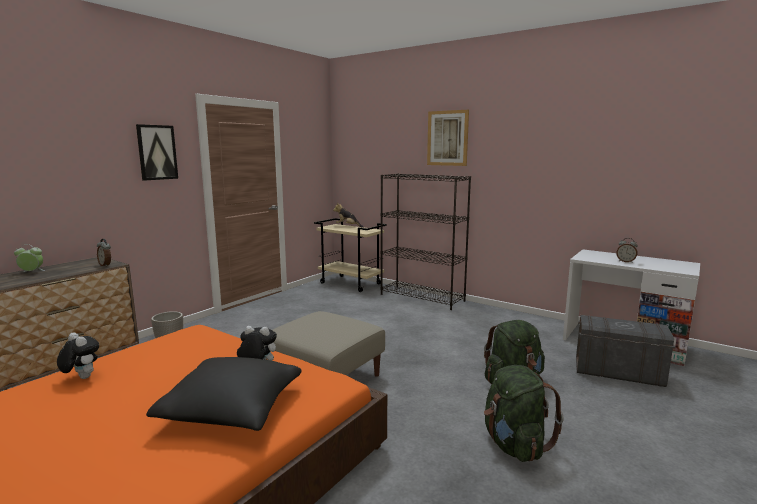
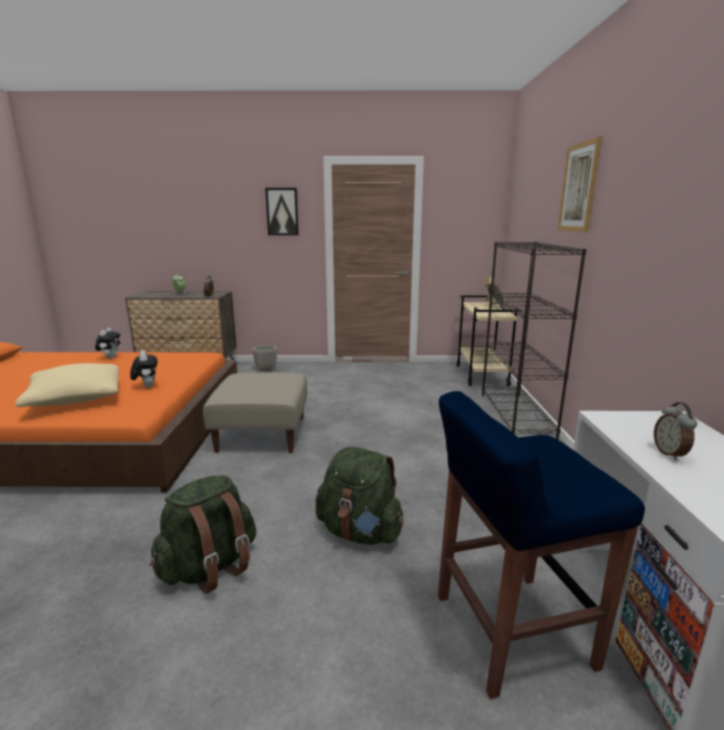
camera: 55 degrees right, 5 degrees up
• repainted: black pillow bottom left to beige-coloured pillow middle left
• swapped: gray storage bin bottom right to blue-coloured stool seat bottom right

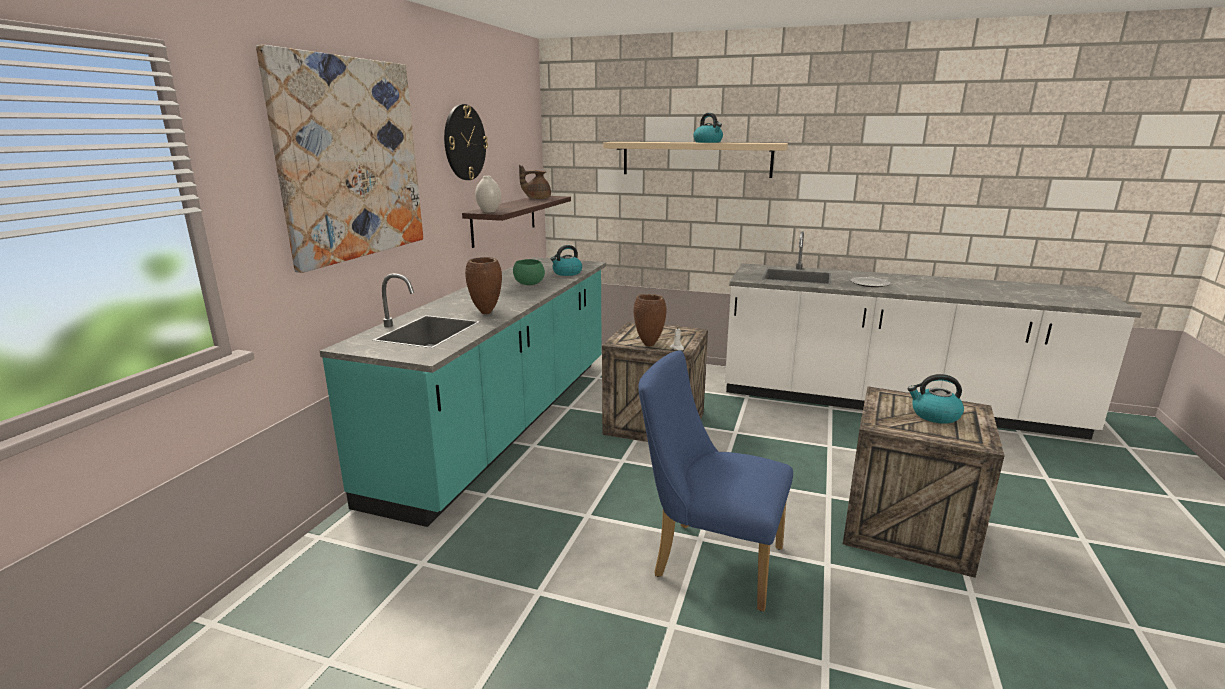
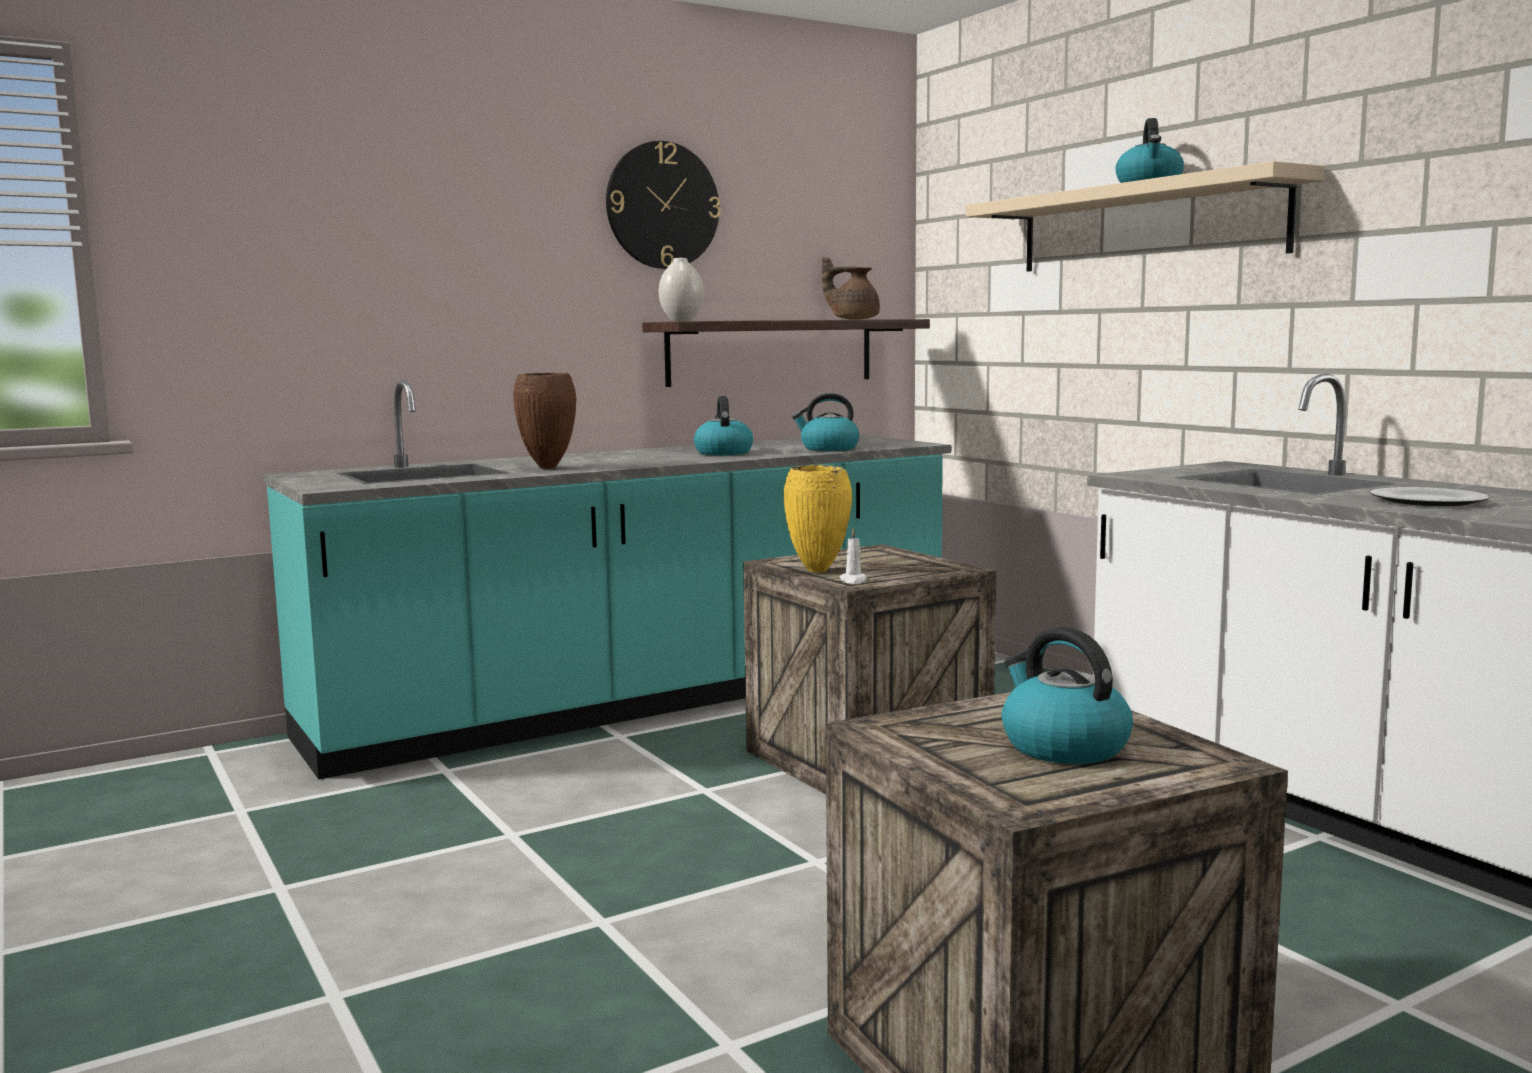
camera: 40 degrees right, 10 degrees down
• gone: wall picture top left
• swapped: green serving bowl centre to kettle (no. 1 from left) centre
• repainted: brownish vase (no. 2 from left) centre to yellow vase centre
• gone: blue-coloured chair bottom centre

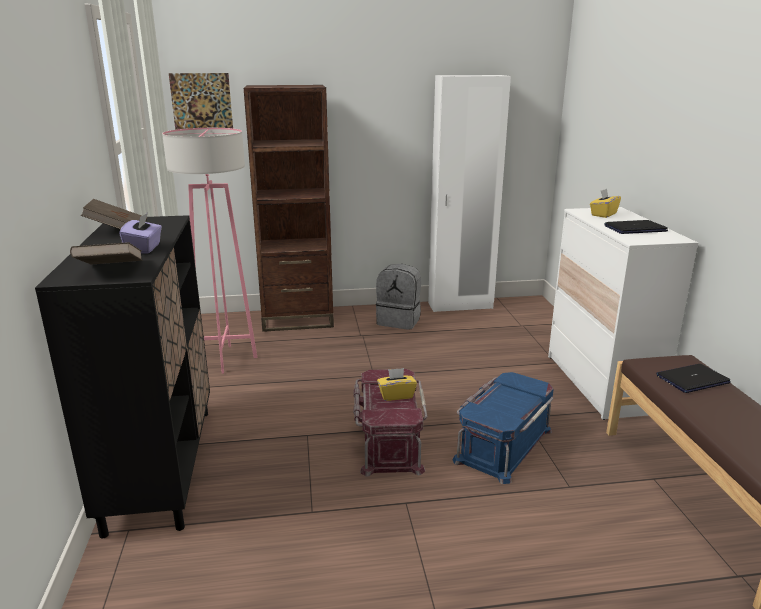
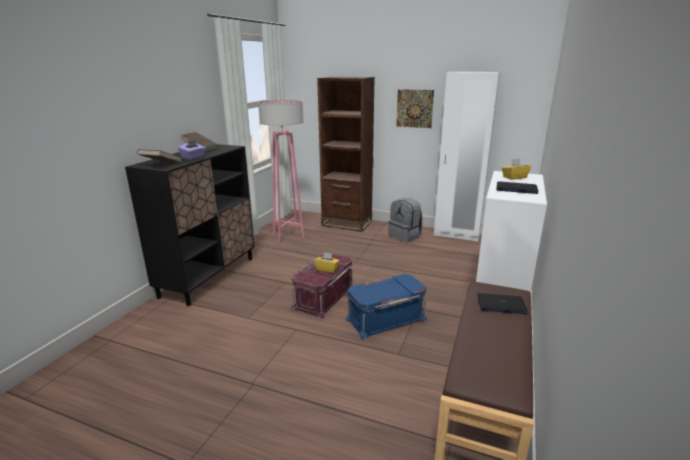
camera: 30 degrees right, 0 degrees up
• shifted: wall picture top left to top centre

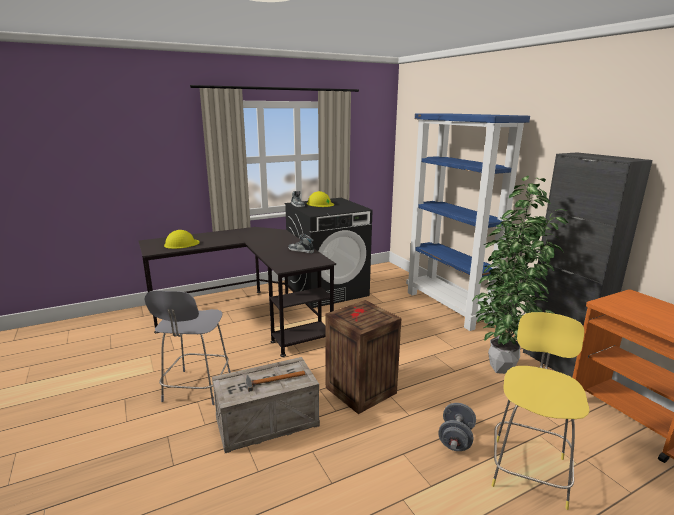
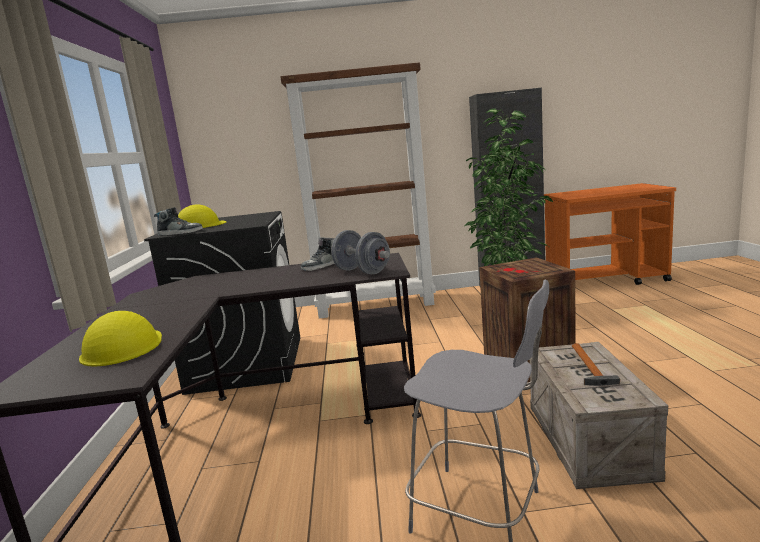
camera: 65 degrees left, 5 degrees down
• repainted: blue-coloured shelving unit middle right to brownish shelving unit centre
• shifted: gray free weight bottom right to centre
• gone: yellow stool seat bottom right

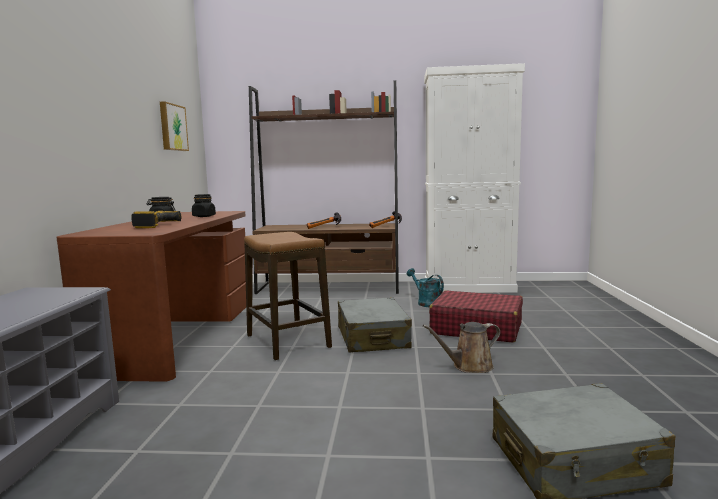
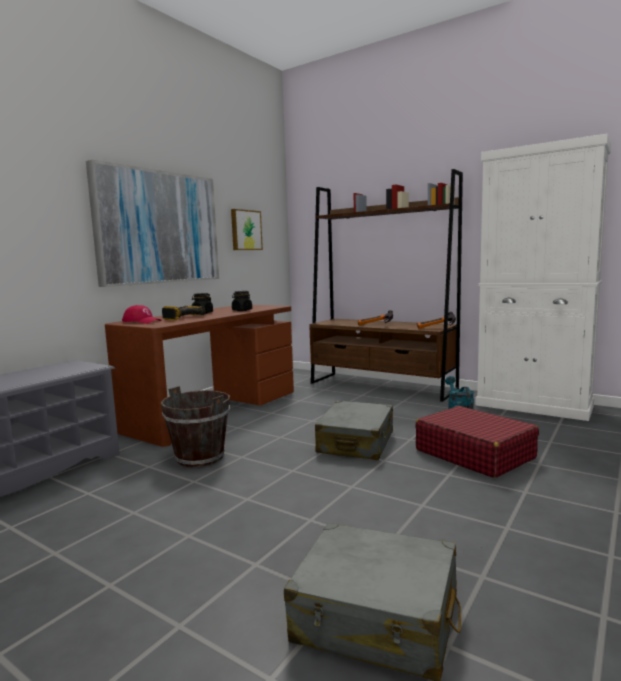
camera: 30 degrees right, 0 degrees up
• gone: stool seat centre
• gone: brownish sprinkling can bottom centre
• new: wall picture (no. 1 from left) top left
• new: reddish cap middle left
• new: brownish pail middle left

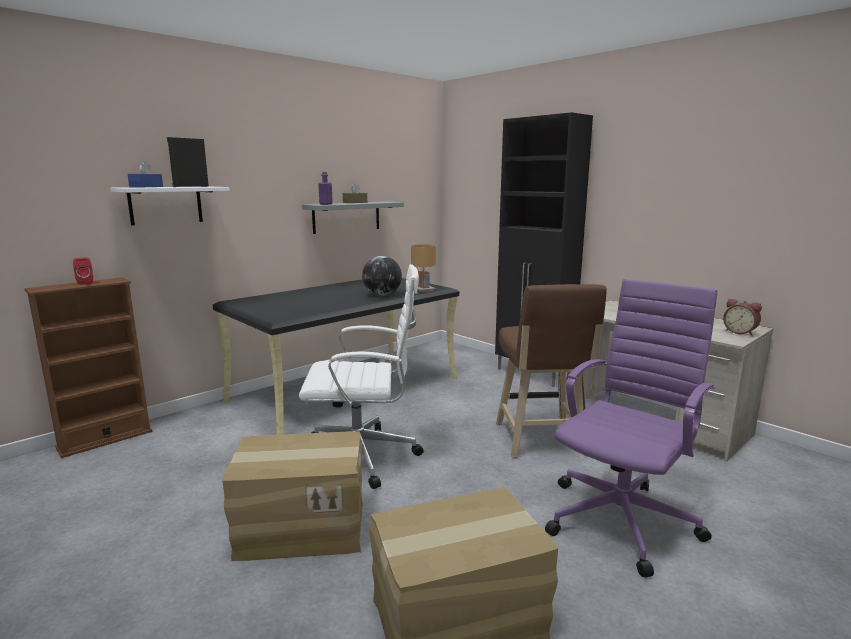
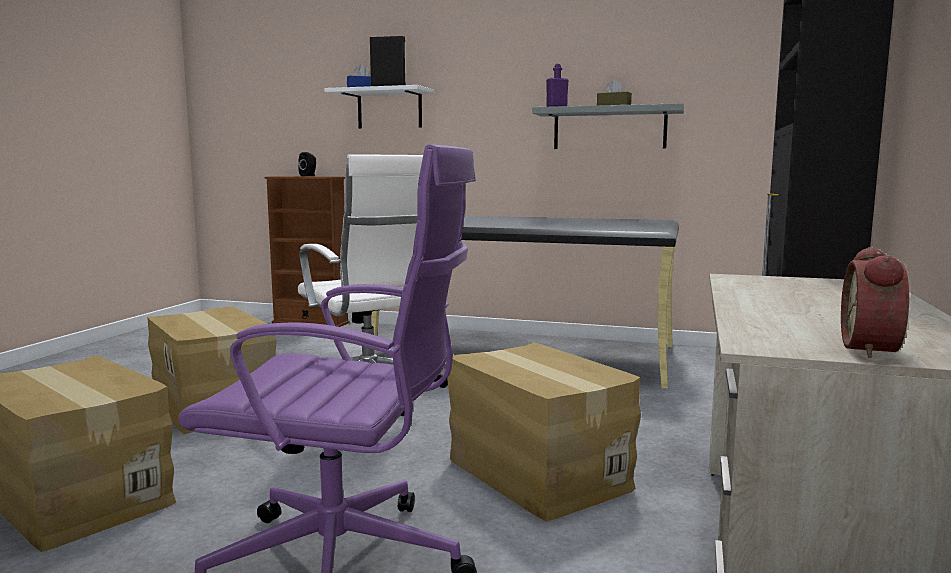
camera: 60 degrees right, 5 degrees down
• repainted: reddish loudspeaker middle left to black loudspeaker (no. 1 from left) top left
• gone: globe centre
• gone: brownish table lamp centre
• swapped: brownish stool seat centre to carton (no. 3 from left) bottom centre

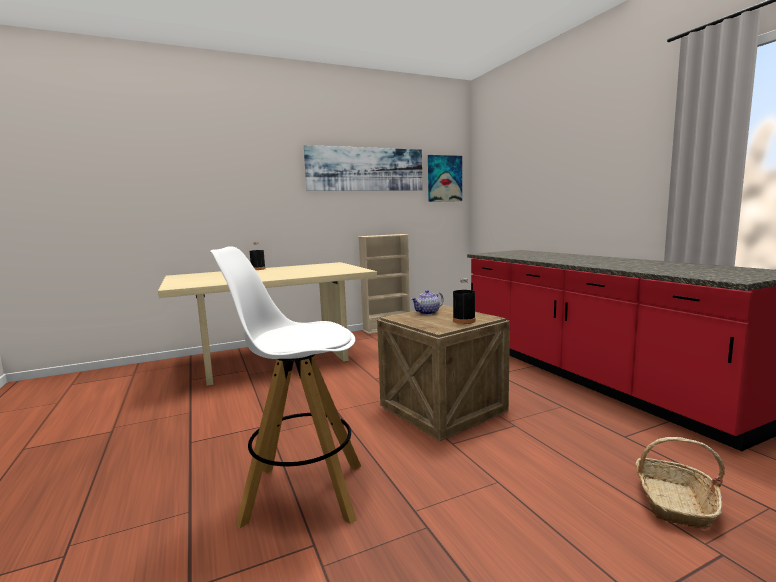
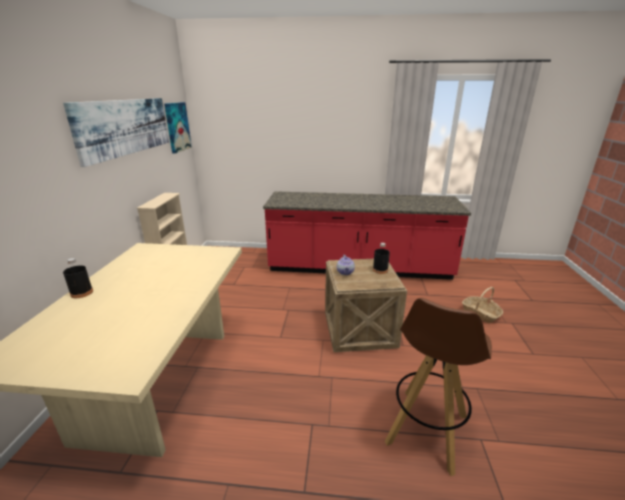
camera: 60 degrees left, 15 degrees up
• repainted: whitish stool seat centre to brownish stool seat bottom right

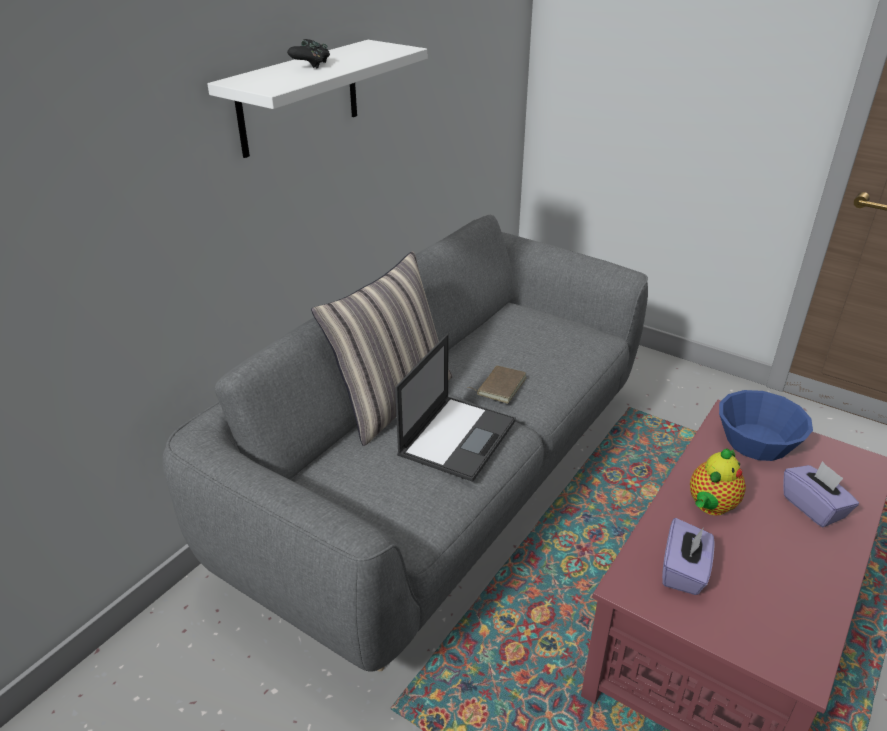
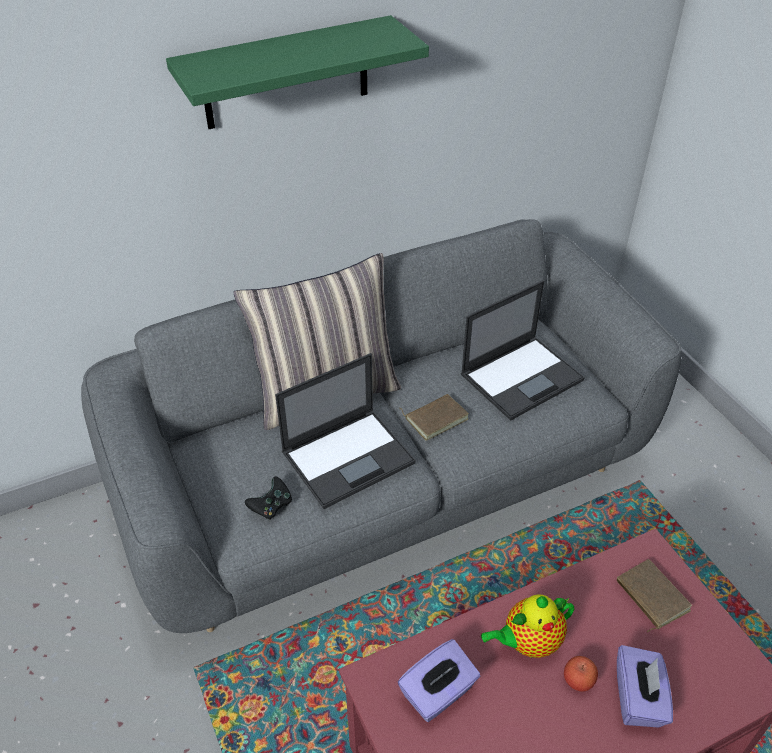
camera: 30 degrees right, 10 degrees up
• repainted: whitish bracket shelf top centre to green bracket shelf top centre
• shifted: black joypad top centre to centre
• swapped: blue-coloured serving bowl middle right to brownish book (no. 2 from left) bottom right
• new: laptop (no. 2 from left) middle right
• new: apple fruit bottom right

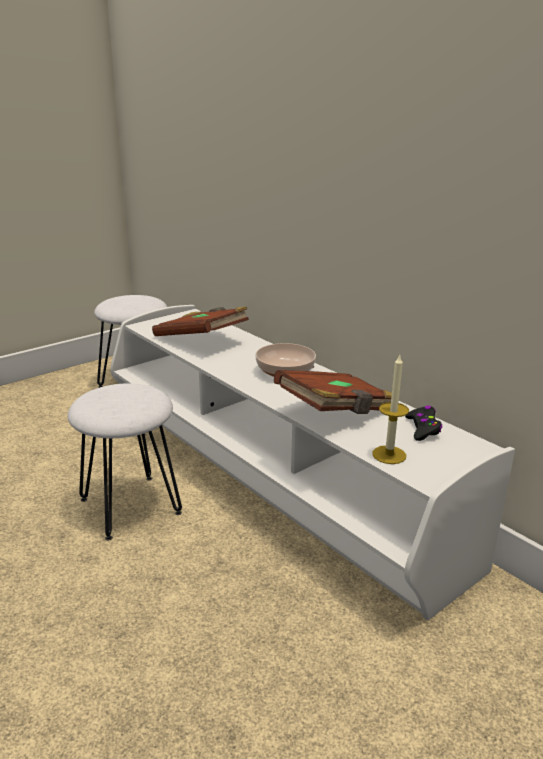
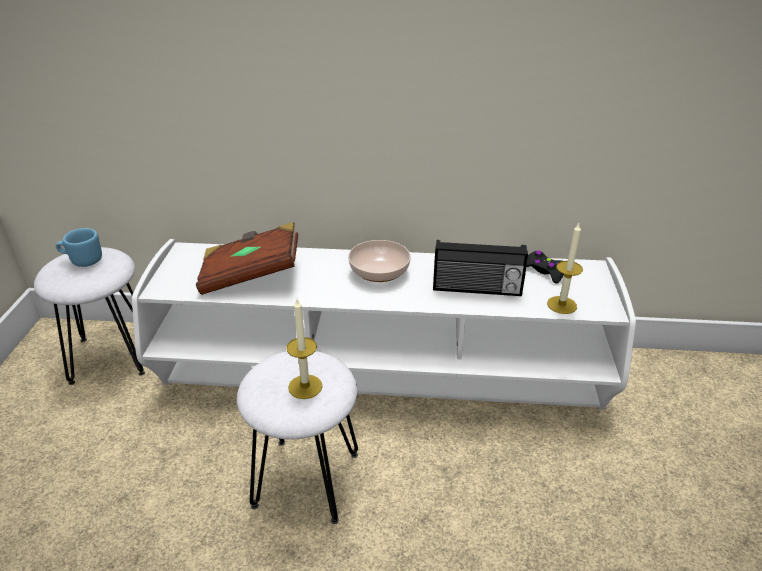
camera: 45 degrees left, 10 degrees up
• swapped: brownish book (no. 2 from left) centre to radio receiver centre
• new: blue-coloured coffee mug middle left
• new: wax candle (no. 1 from left) centre

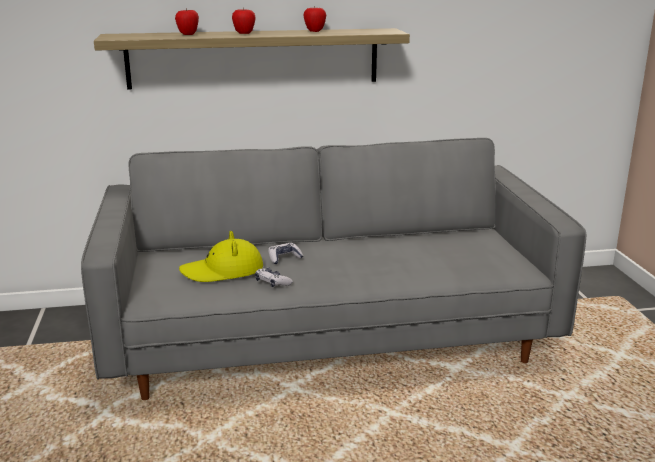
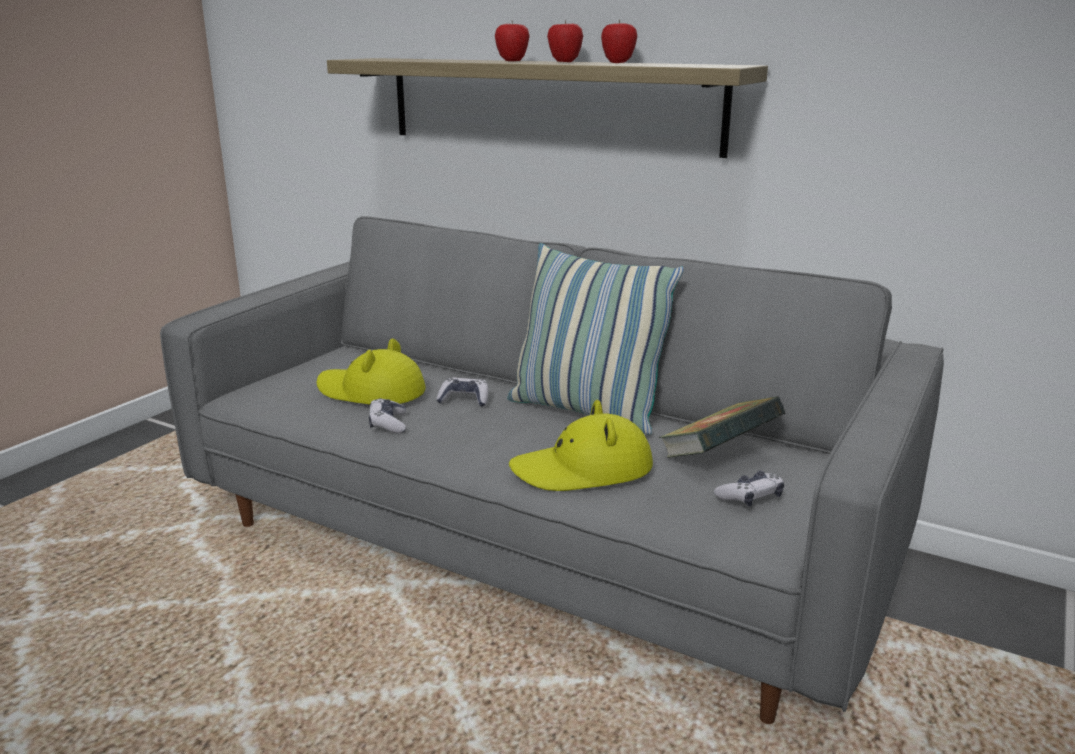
camera: 40 degrees right, 0 degrees up
• shifted: apple fruit (no. 1 from left in the first image) top left to apple fruit (no. 2 from left) top centre
• new: pillow centre
• new: yellow wearable hat (no. 2 from left) centre
• new: book middle right
• new: joypad (no. 3 from left) middle right

